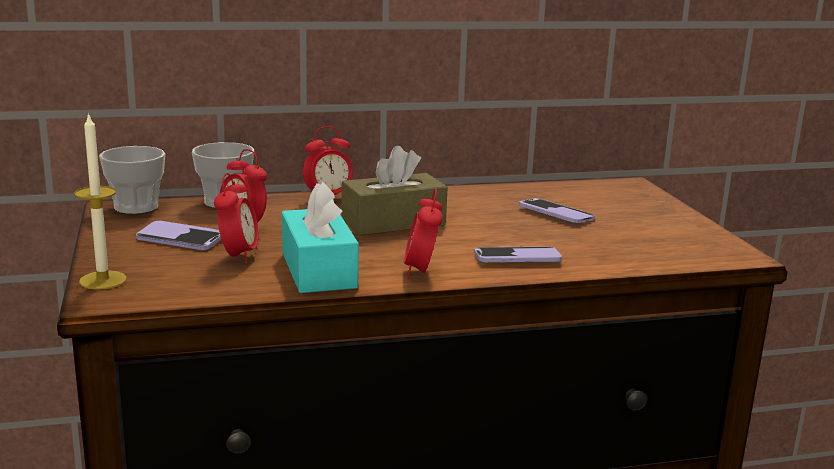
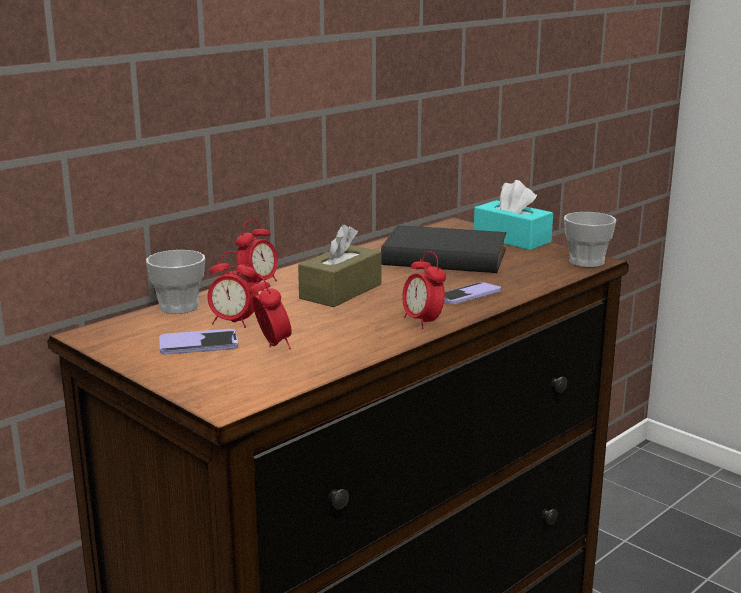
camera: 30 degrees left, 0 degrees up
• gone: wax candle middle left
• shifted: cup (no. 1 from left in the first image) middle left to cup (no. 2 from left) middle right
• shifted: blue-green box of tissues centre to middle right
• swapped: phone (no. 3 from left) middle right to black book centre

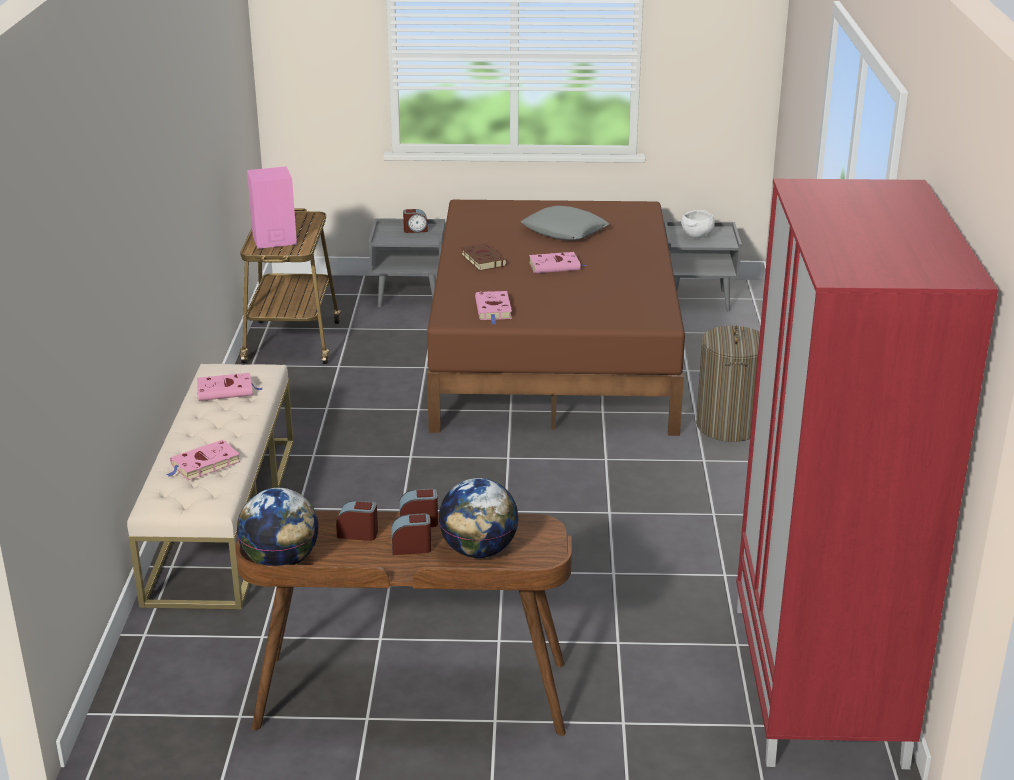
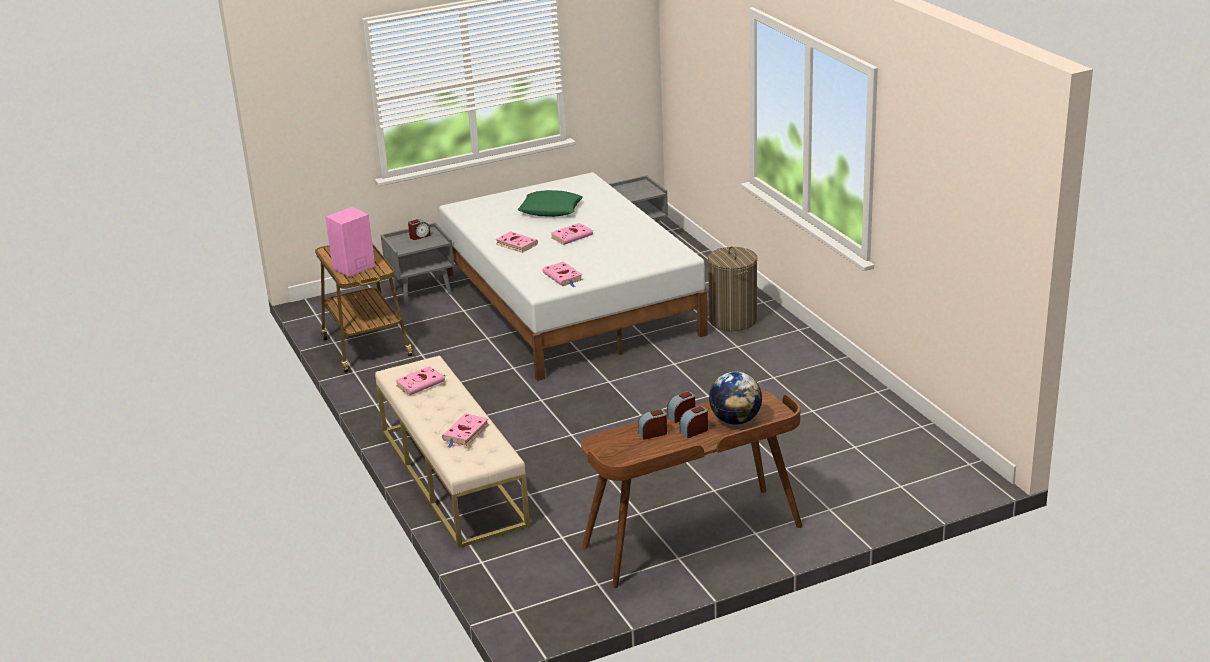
camera: 25 degrees left, 0 degrees up
• gone: globe (no. 1 from left) bottom left
• repainted: brownish bedroom bed centre to whitish bedroom bed centre
• repainted: brownish book top centre to pink book (no. 3 from left) centre
• repainted: gray pillow top centre to green pillow top centre
• gone: whitish serving bowl top right
• gone: reddish armoire middle right

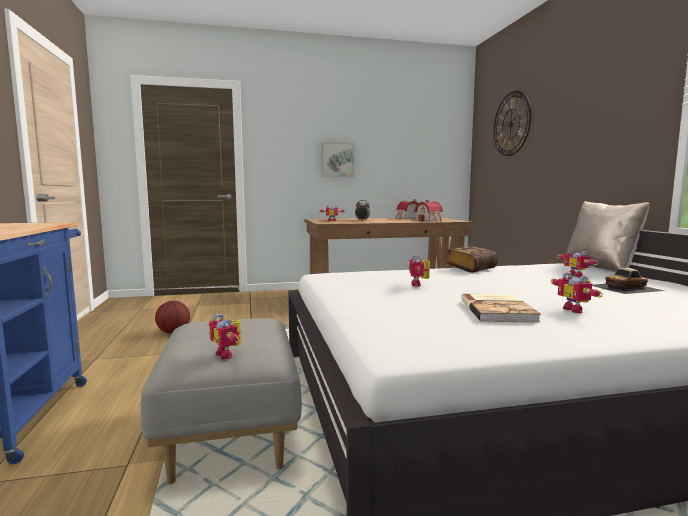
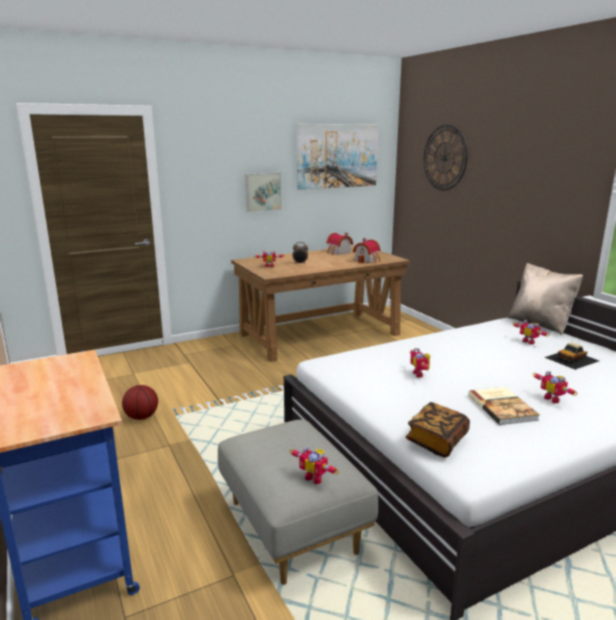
camera: 15 degrees left, 10 degrees up
• shifted: book (no. 1 from left) middle right to bottom right
• new: wall picture (no. 2 from left) top centre

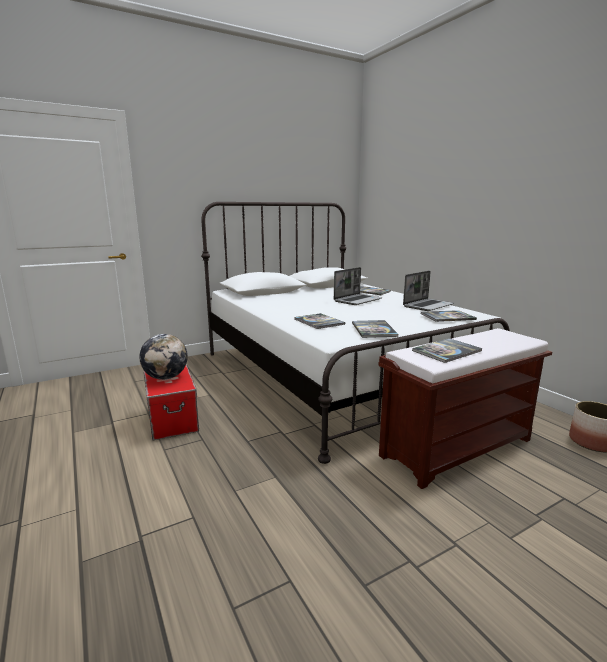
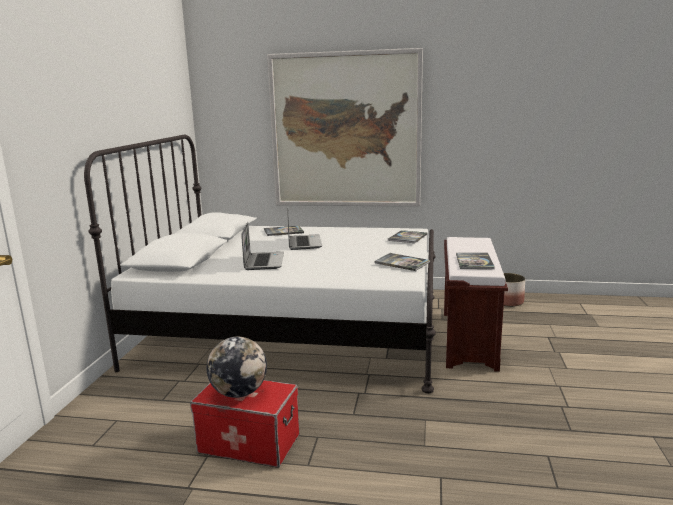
camera: 50 degrees left, 0 degrees up
• gone: book (no. 1 from left) centre
• shifted: laptop (no. 2 from left in the first image) middle right to laptop (no. 1 from left) centre
• new: wall picture top centre

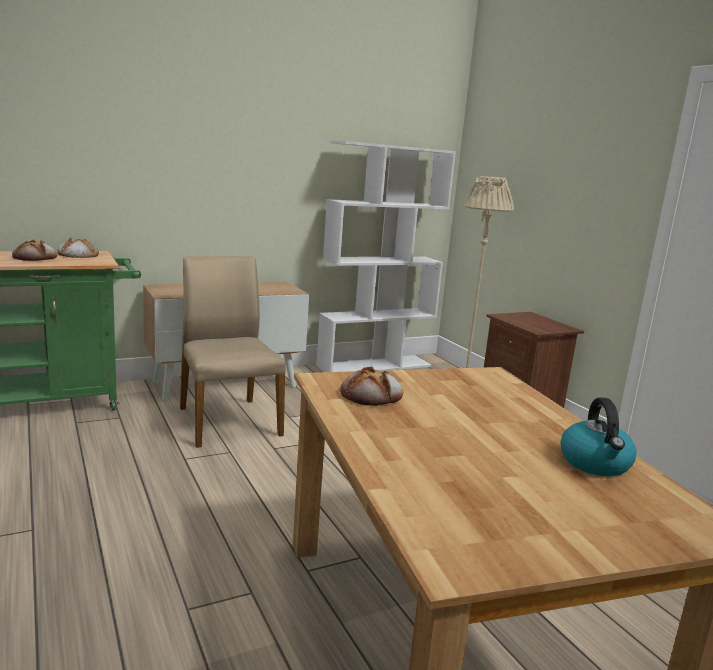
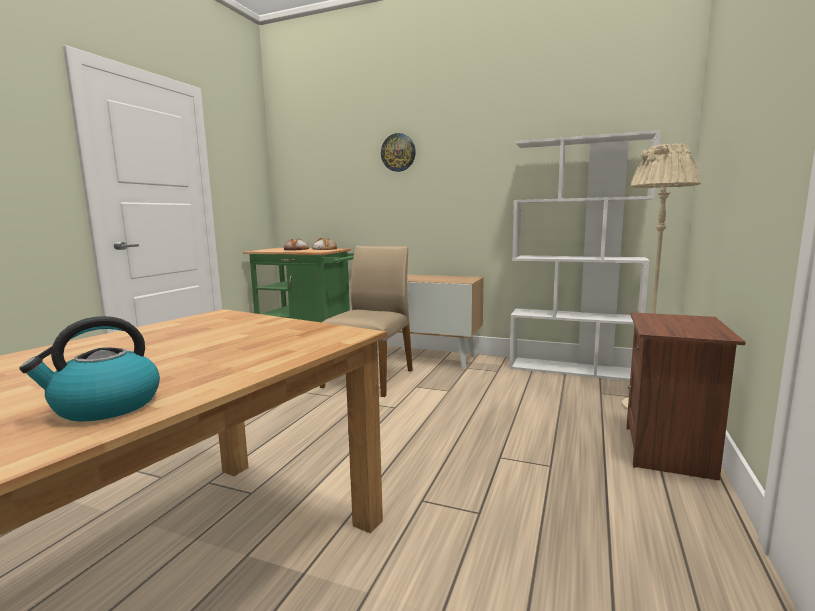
camera: 50 degrees right, 5 degrees down
• gone: bakery bread (no. 3 from left) centre
• new: wall clock top centre

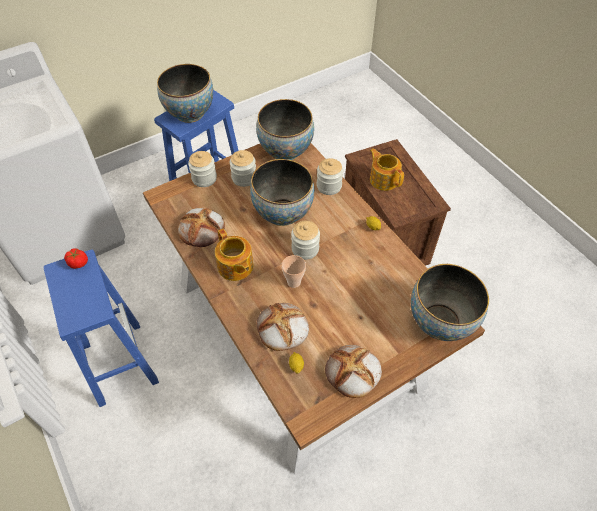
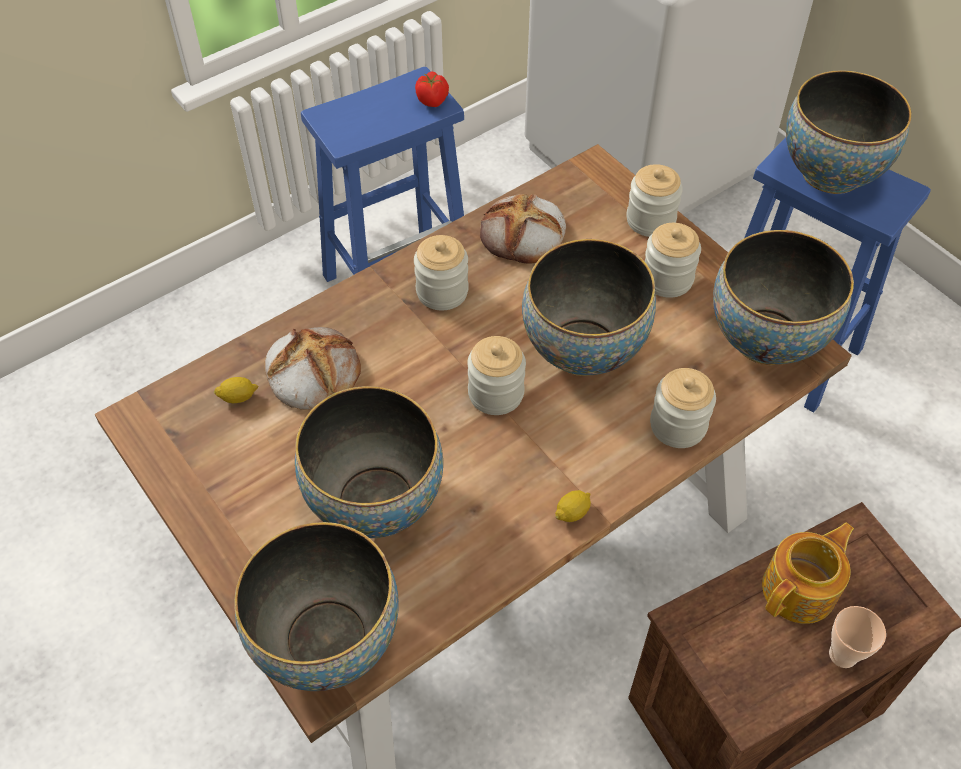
camera: 85 degrees right, 0 degrees up
• swapped: pot for tea (no. 1 from left) centre to jar (no. 1 from left) centre
• shifted: cup centre to bottom right
• gone: bakery bread (no. 3 from left) bottom centre
• new: serving bowl (no. 2 from left) centre

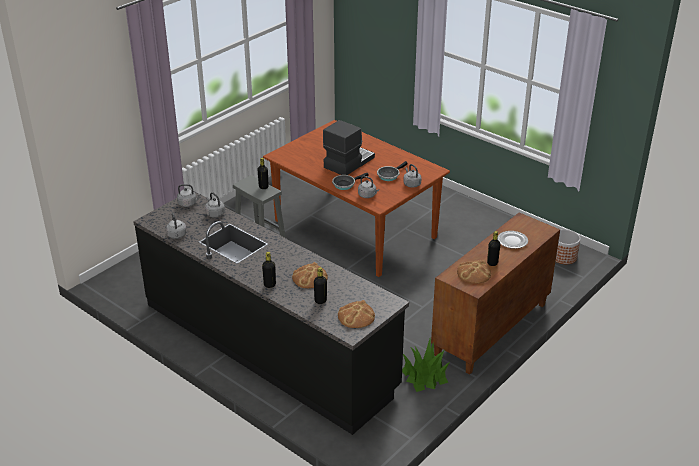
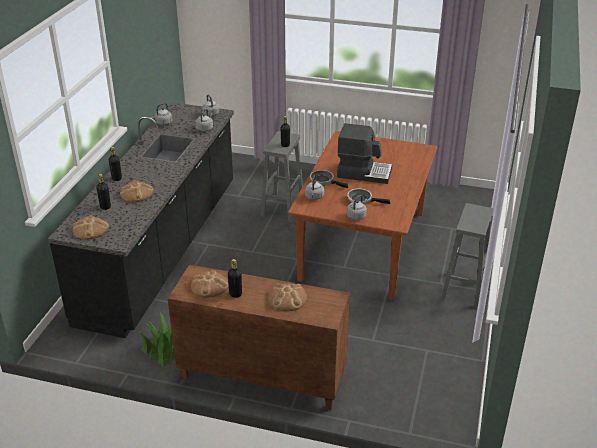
camera: 65 degrees right, 0 degrees up
• swapped: flat dish middle right to bakery bread (no. 4 from left) centre
• gone: plant pot middle right
• new: gray stool seat (no. 2 from left) middle right

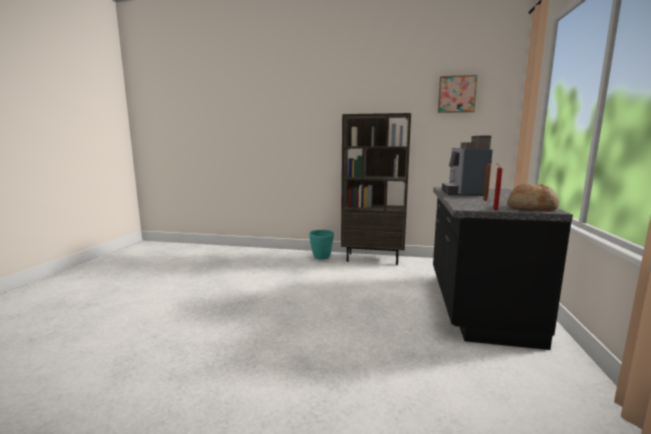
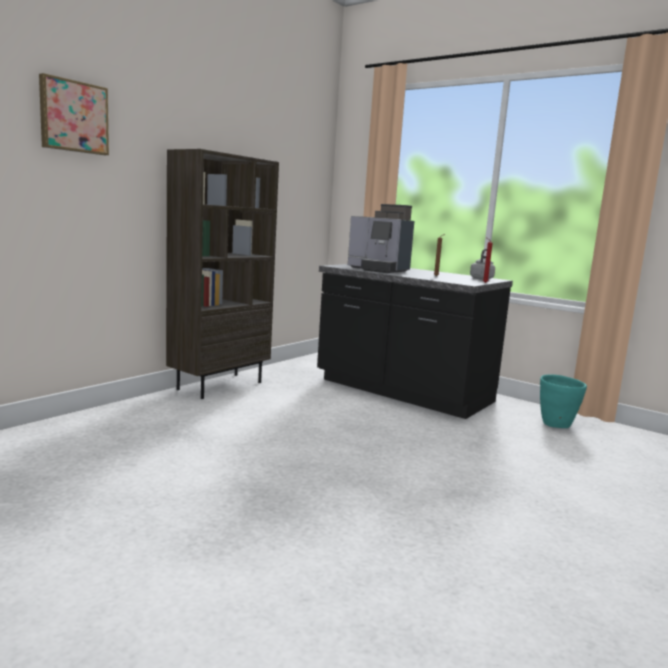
camera: 65 degrees left, 0 degrees up
• shifted: blue-green plant pot centre to middle right
• shifted: wall picture top right to top left
• swapped: bakery bread middle right to gray kettle middle right

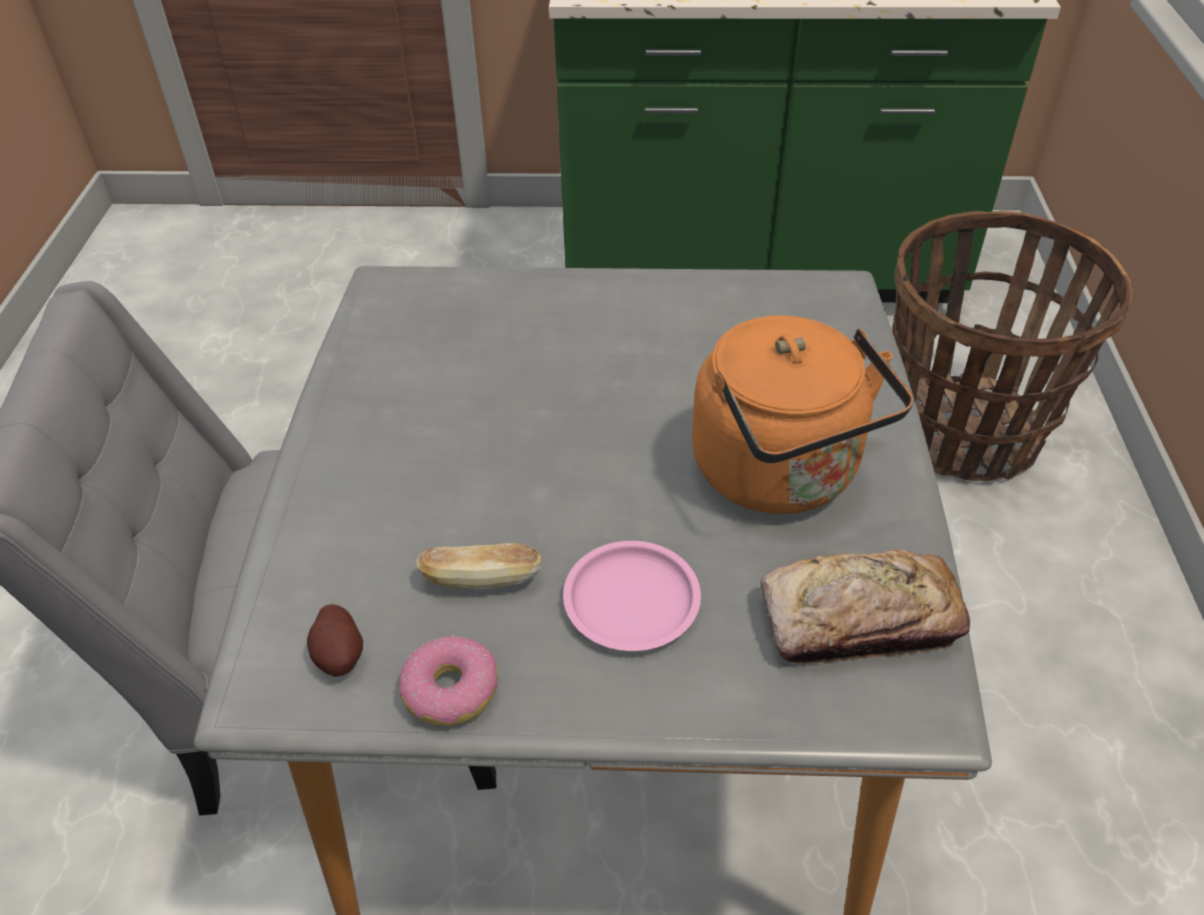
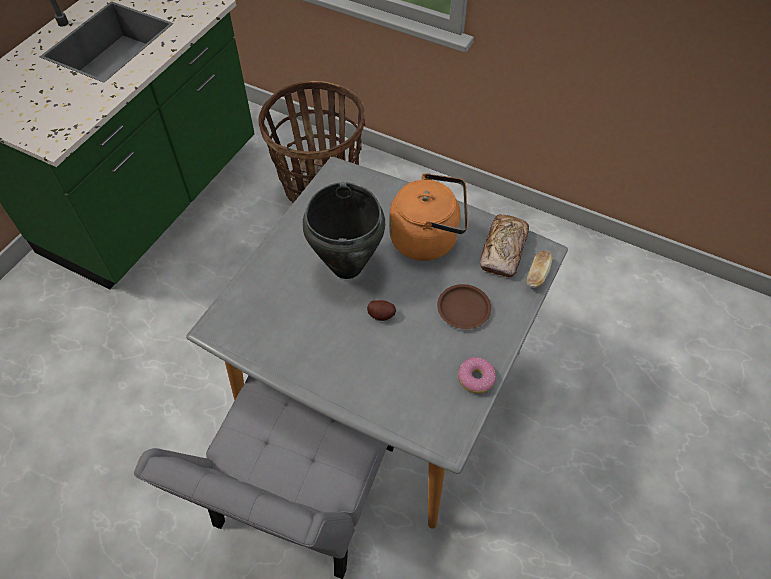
camera: 65 degrees left, 10 degrees up
• shifted: spud bottom left to centre
• shifted: bakery bread (no. 1 from left in the first image) centre to bakery bread (no. 2 from left) middle right
• repainted: pink flat dish centre to brownish flat dish centre
• new: black saucepot centre

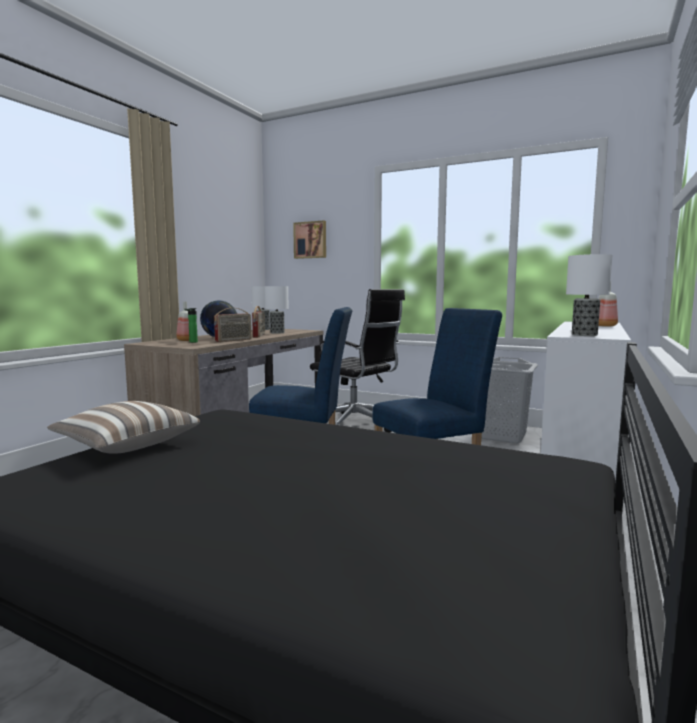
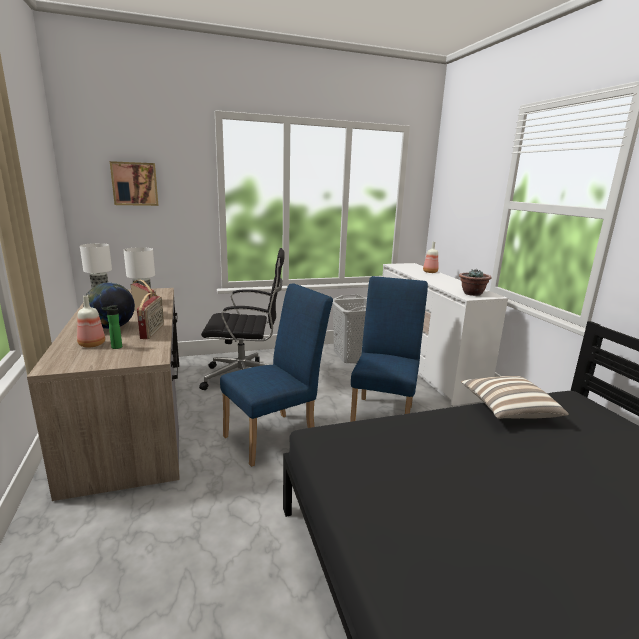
camera: 45 degrees left, 10 degrees up
• shifted: pillow middle left to middle right
• swapped: table lamp (no. 3 from left) middle right to potted plant middle right

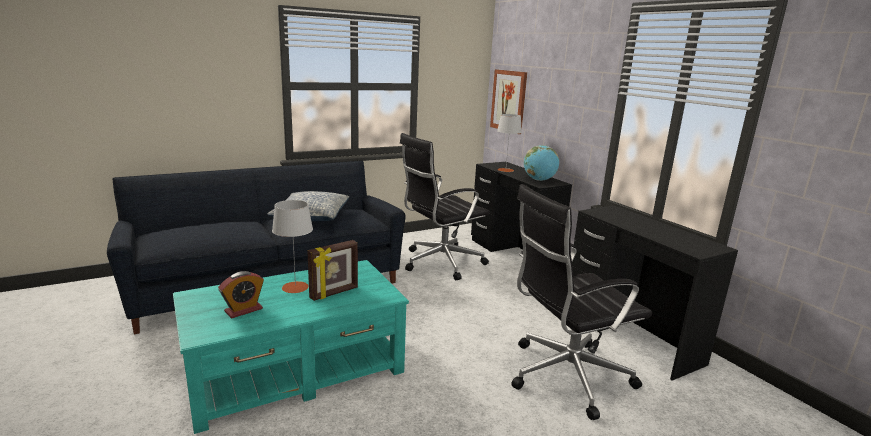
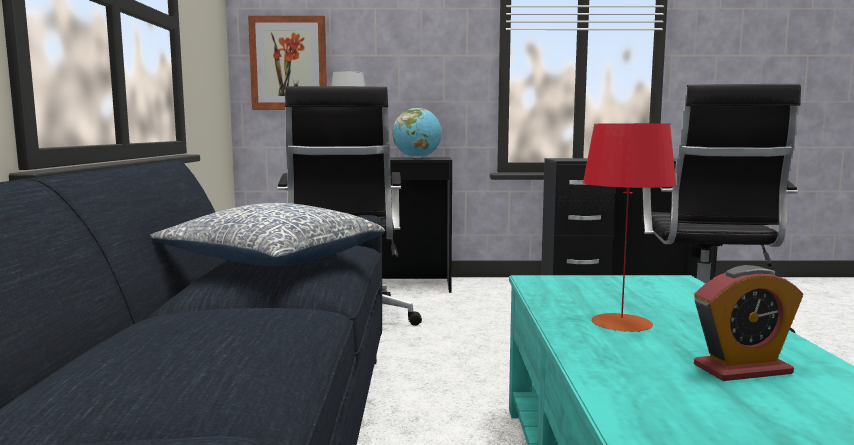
camera: 60 degrees left, 10 degrees down
• rotated: table clock bottom left = bottom right 90 degrees clockwise
• repainted: gray table lamp (no. 1 from left) centre to reddish table lamp middle right
• gone: photo frame centre

